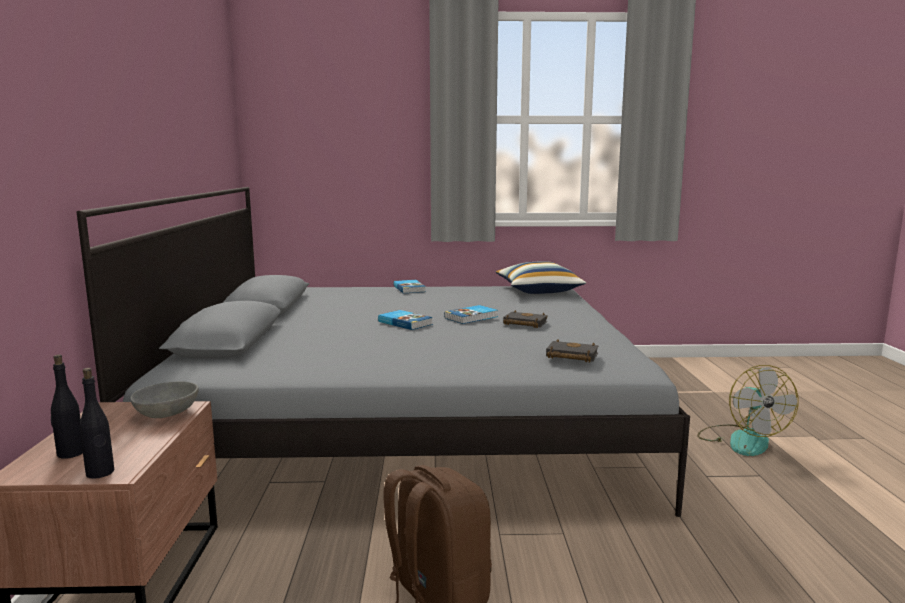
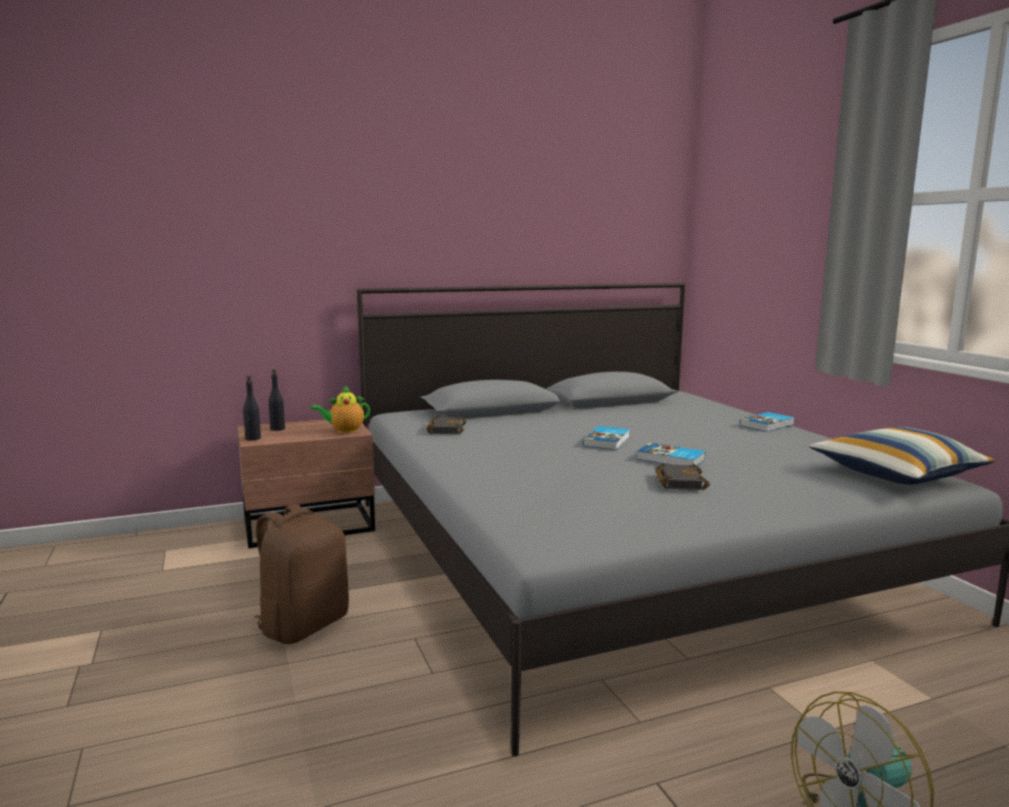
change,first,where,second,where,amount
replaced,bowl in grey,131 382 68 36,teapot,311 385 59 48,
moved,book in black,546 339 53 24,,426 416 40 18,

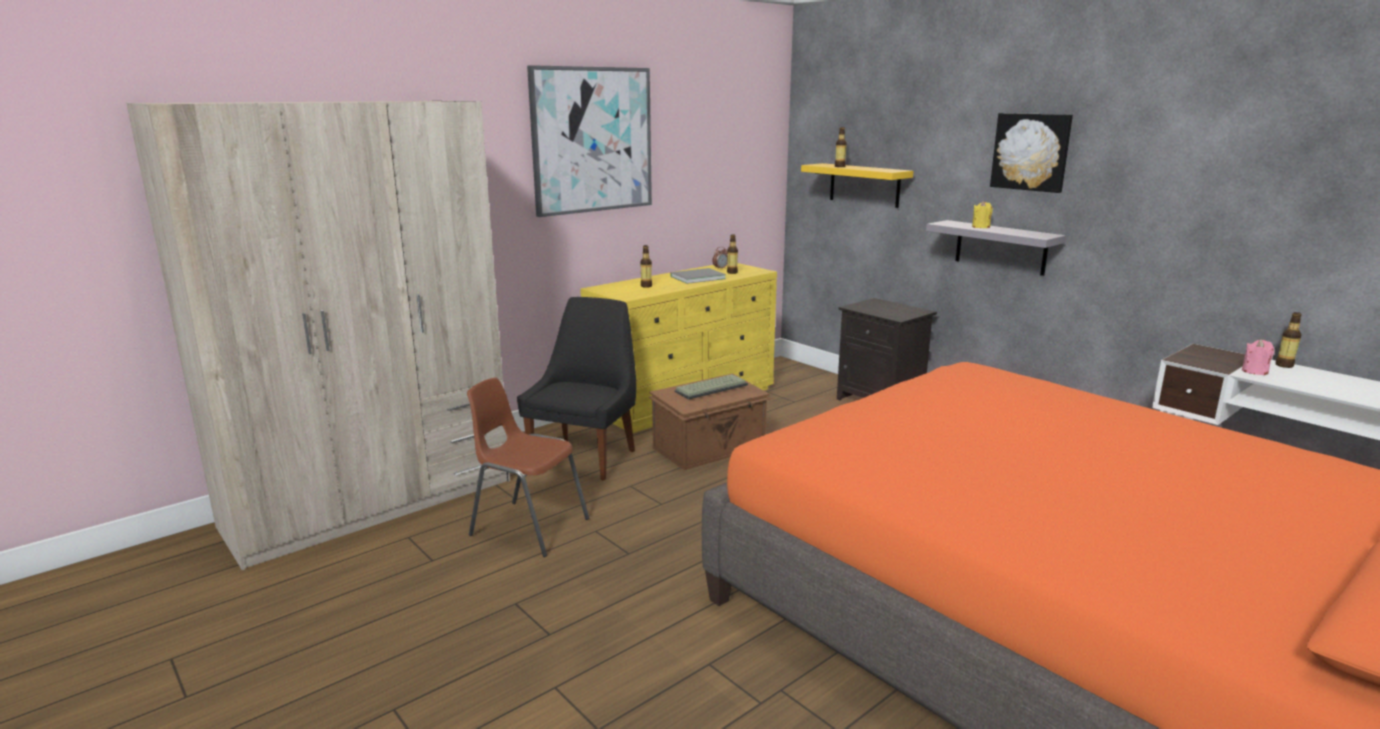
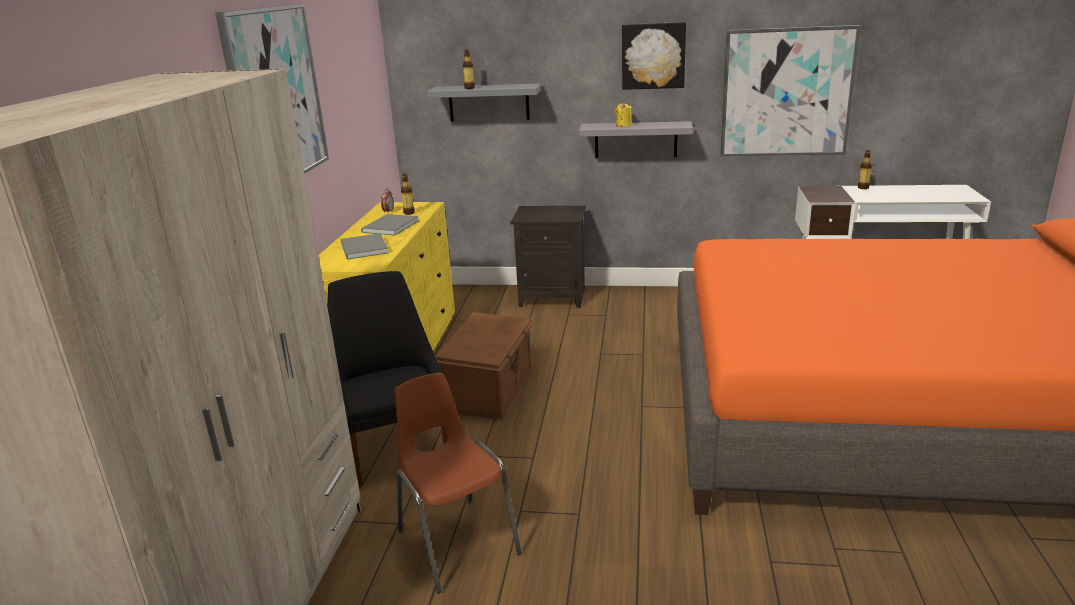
change,first,where,second,where,amount
replaced,bottle,640 245 12 43,book in grey,341 233 48 26,
turned,chair in brown,467 377 122 180,,394 373 128 220,75 degrees clockwise
recoloured,shelf in yellow,801 163 112 45,shelf in grey,427 83 114 38,
added,,,picture,720 25 141 132,
removed,keyboard,675 374 73 25,,,
removed,candle in pink,1242 340 32 35,,,

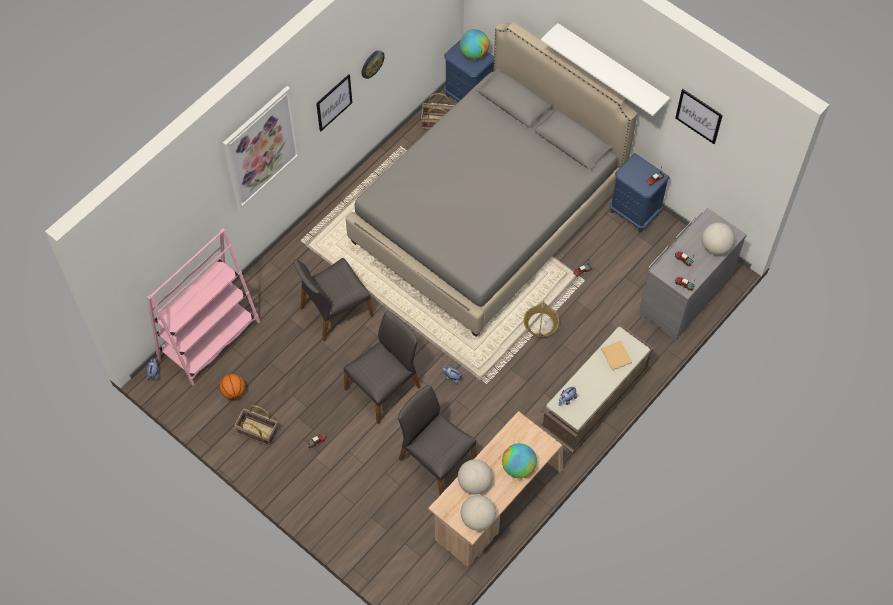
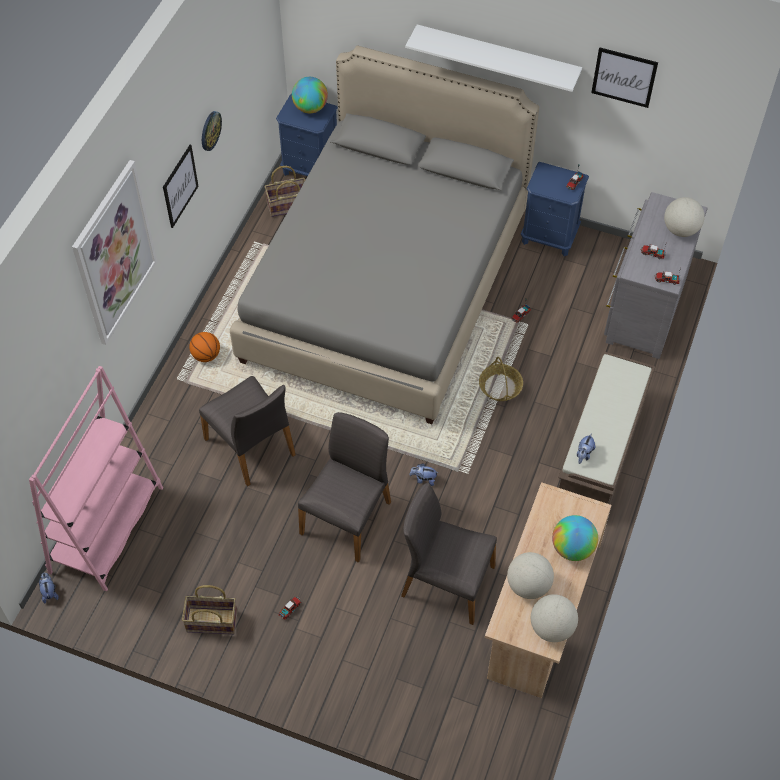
change,first,where,second,where,amount
moved,basketball,220 374 25 25,,189 332 31 30,
turned,chair in grey,294 258 80 83,,199 376 97 110,75 degrees counterclockwise
removed,book in beige,601 340 31 31,,,

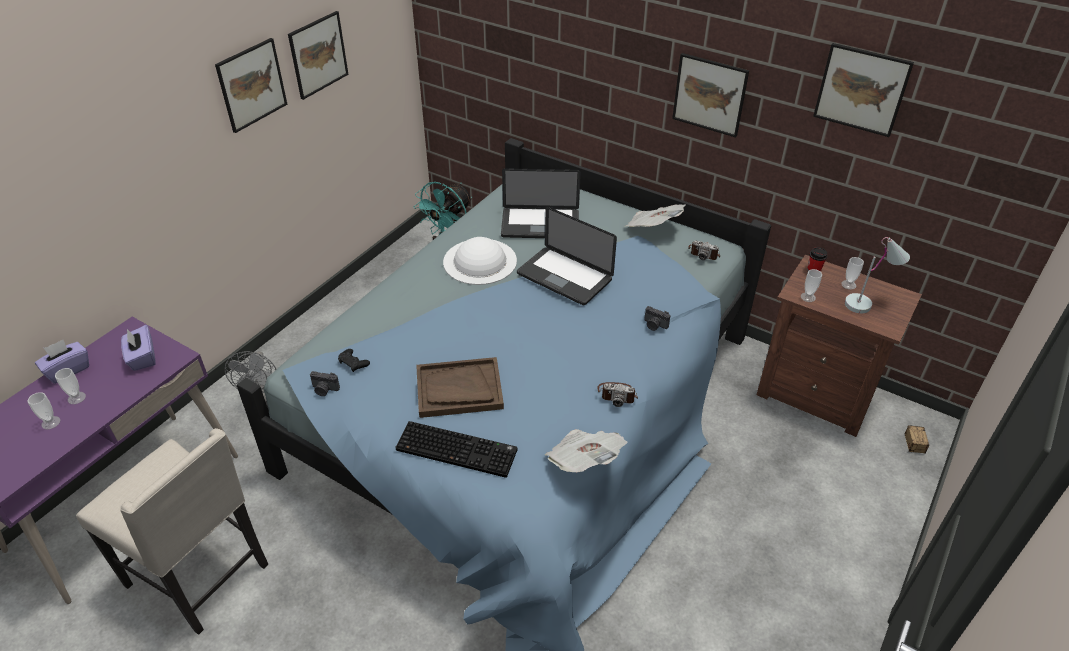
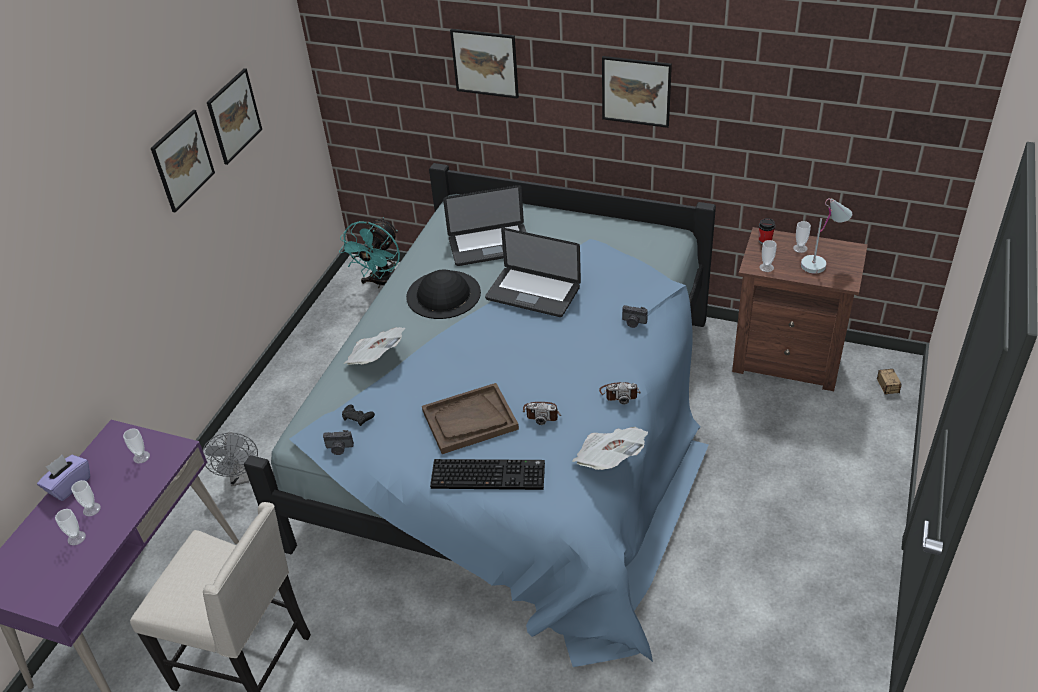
change,first,where,second,where,amount
replaced,tissue box in purple,121 325 35 46,cup,123 428 27 36,
moved,newspaper,625 204 61 23,,344 327 61 38,
recoloured,hat in white,443 237 74 48,hat in black,406 270 75 49,
moved,picture,813 43 101 94,,450 29 69 70,
moved,photo camera,688 241 32 19,,523 402 38 23,

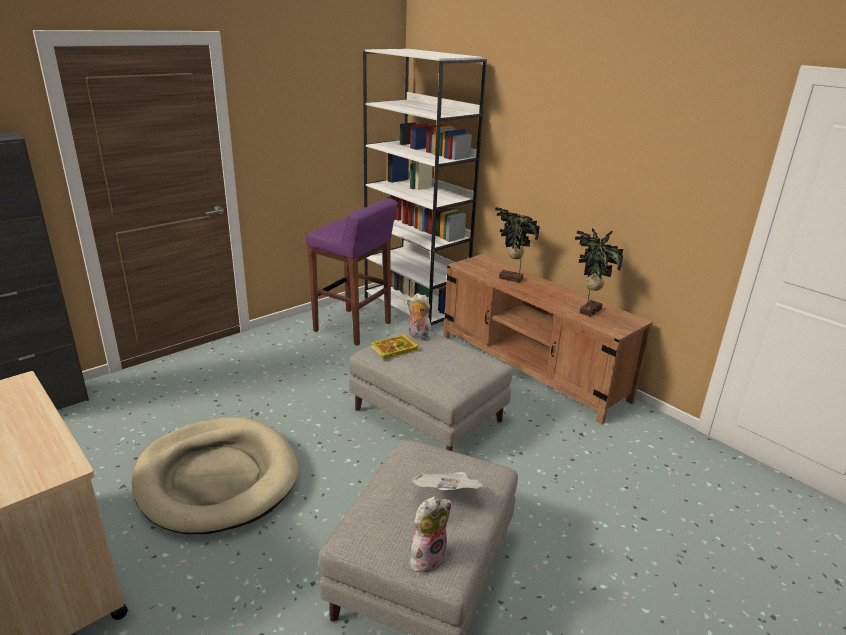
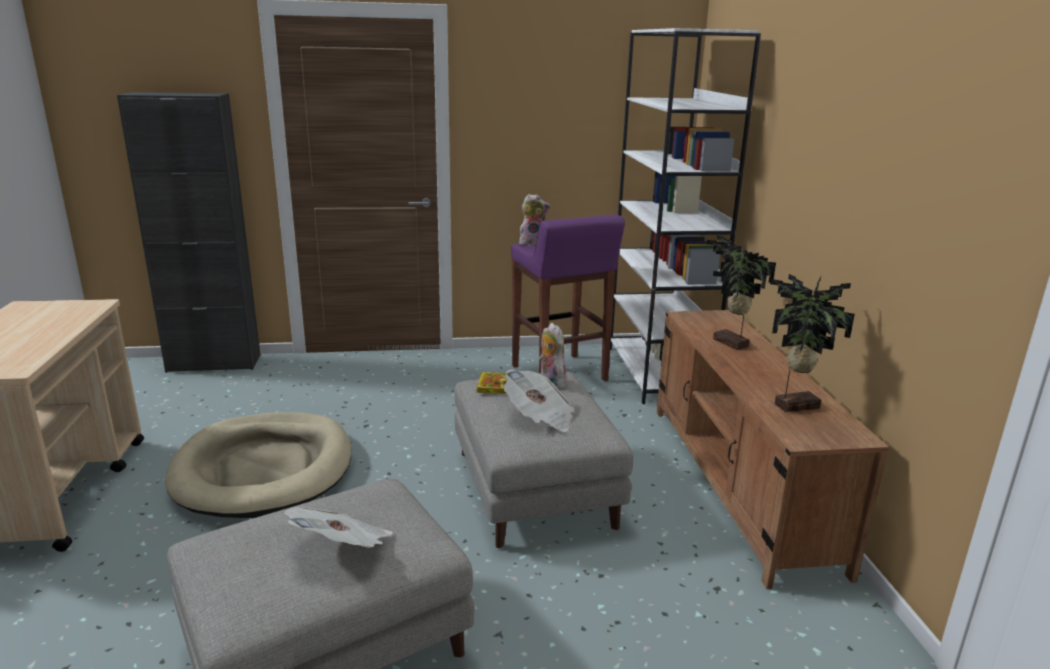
change,first,where,second,where,amount
added,,,newspaper,503 369 71 63,
moved,plush toy,409 496 43 77,,519 194 32 52,

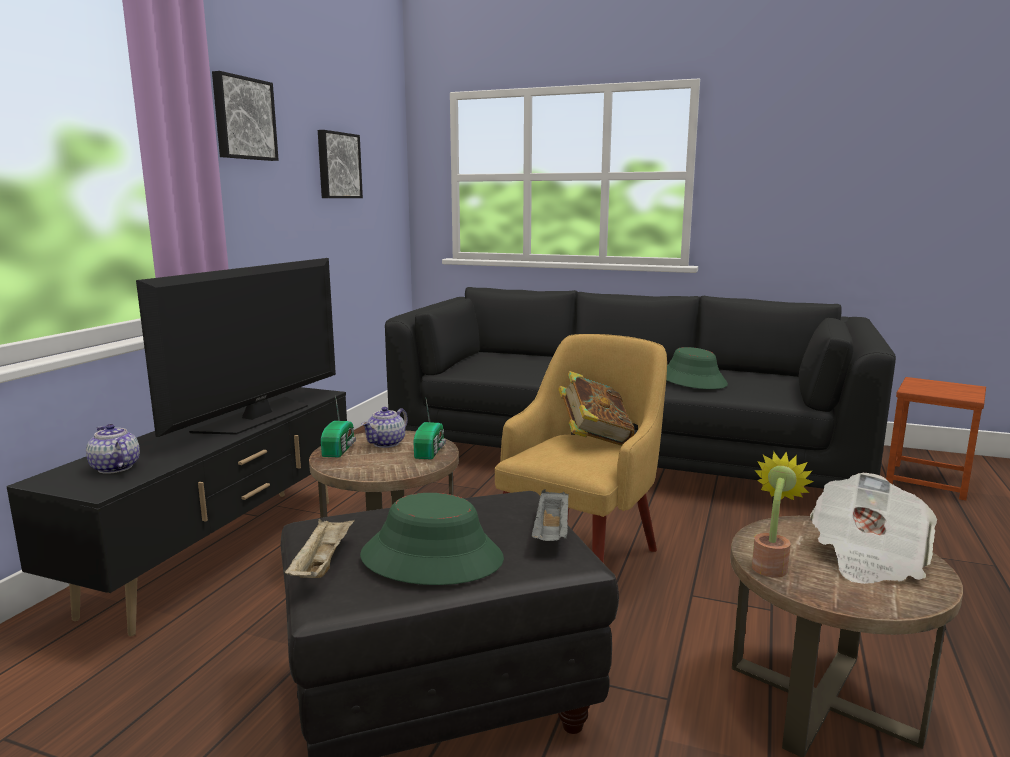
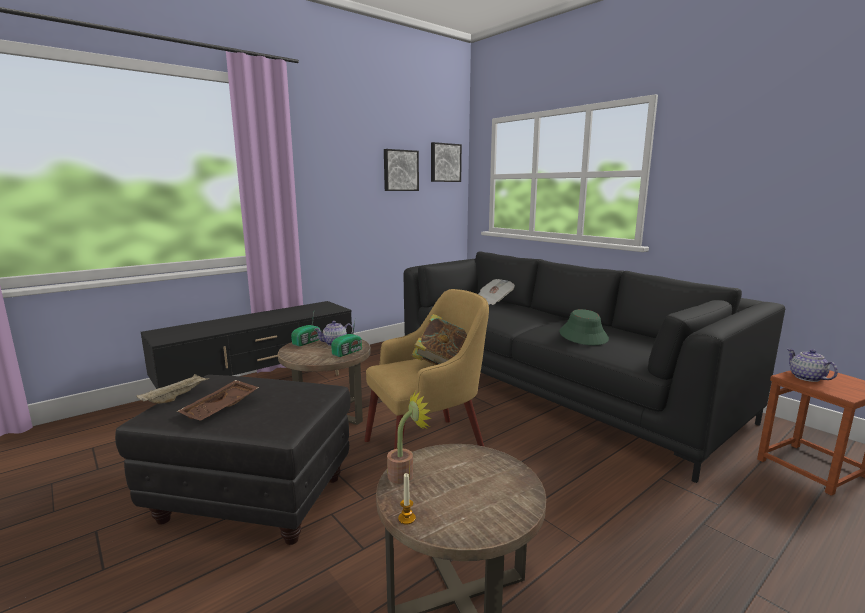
change,first,where,second,where,amount
replaced,hat in green,360 493 144 92,tray in brown,177 380 82 41,
added,,,candle,398 473 18 52,
moved,picture,212 71 67 90,,431 142 31 40,
moved,newspaper,810 473 127 111,,478 279 37 26,
moved,teapot,86 424 54 50,,787 349 51 33,
removed,television,136 258 200 179,,,
removed,tray in grey,532 489 37 52,,,

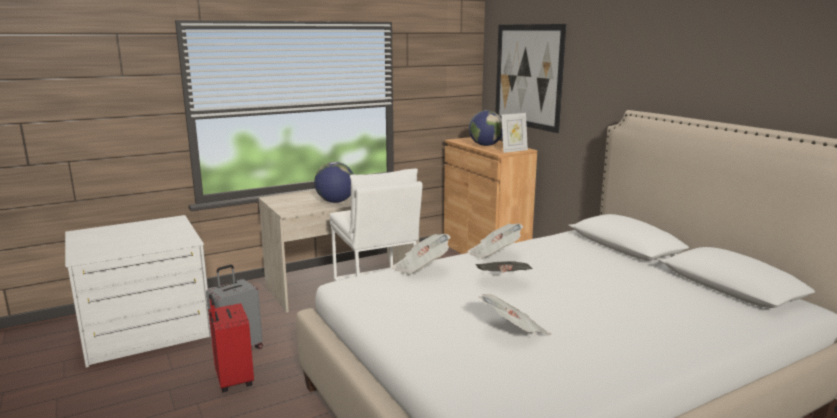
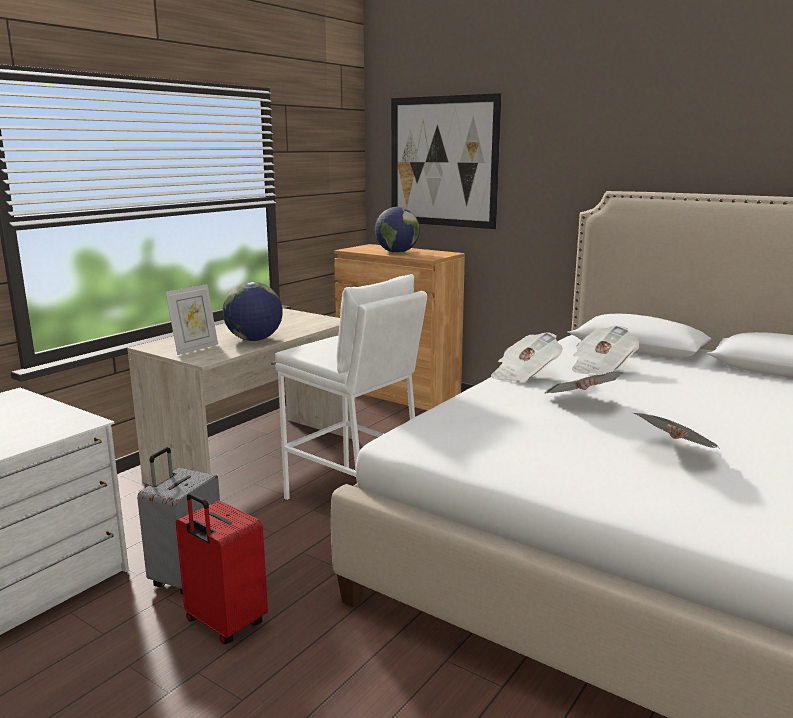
change,first,where,second,where,amount
moved,picture frame,501 113 27 40,,165 284 53 71,
moved,newspaper,392 234 59 41,,572 326 68 48,

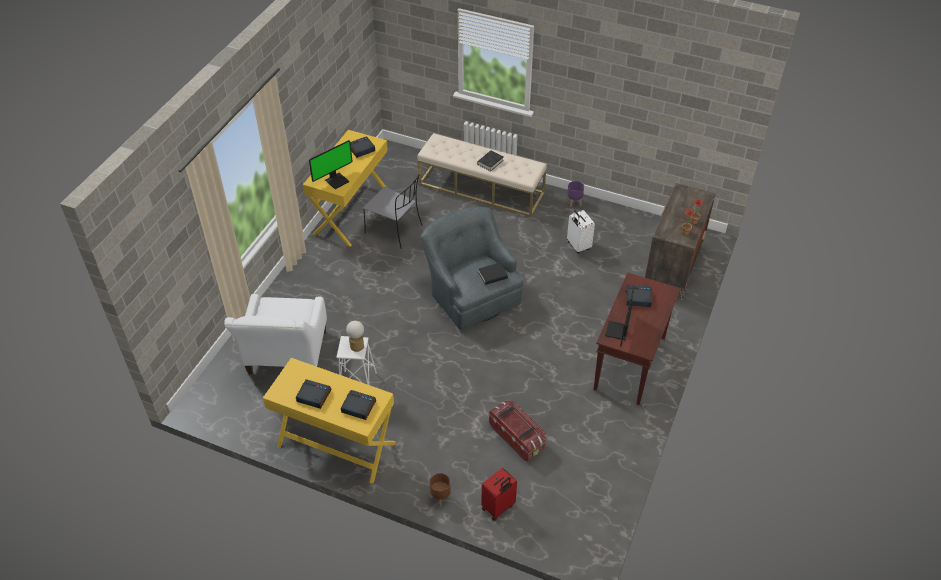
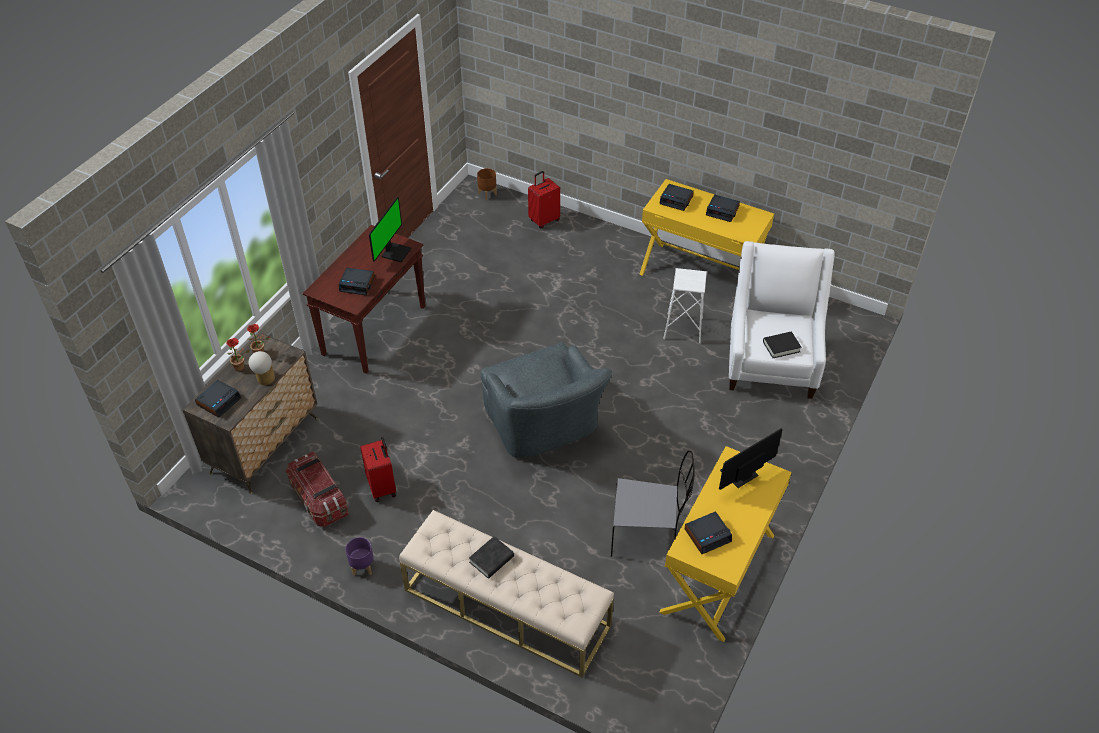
change,first,where,second,where,amount
added,,,alarm clock,195 380 46 38,
moved,table lamp,346 321 18 31,,248 351 27 34,
moved,storage box,489 400 57 61,,286 452 63 75,
recoloured,suitcase in white,567 210 28 43,suitcase in red,360 437 36 65,
moved,planter in brown,430 473 21 33,,477 168 20 32,
turned,chair in grey,363 174 59 75,,611 451 84 106,150 degrees clockwise
moved,book in black,478 263 30 22,,763 332 39 26,

